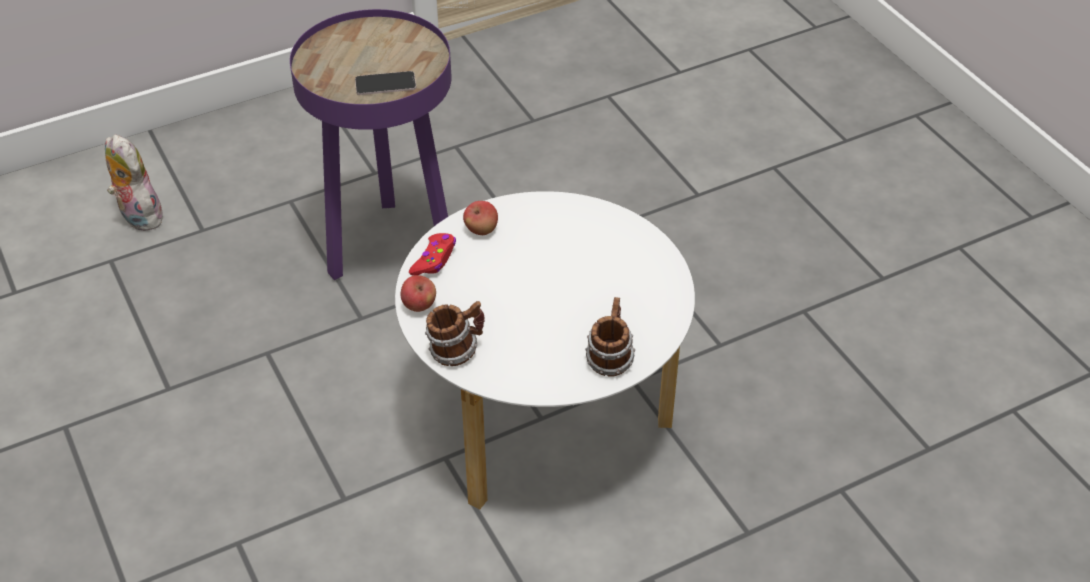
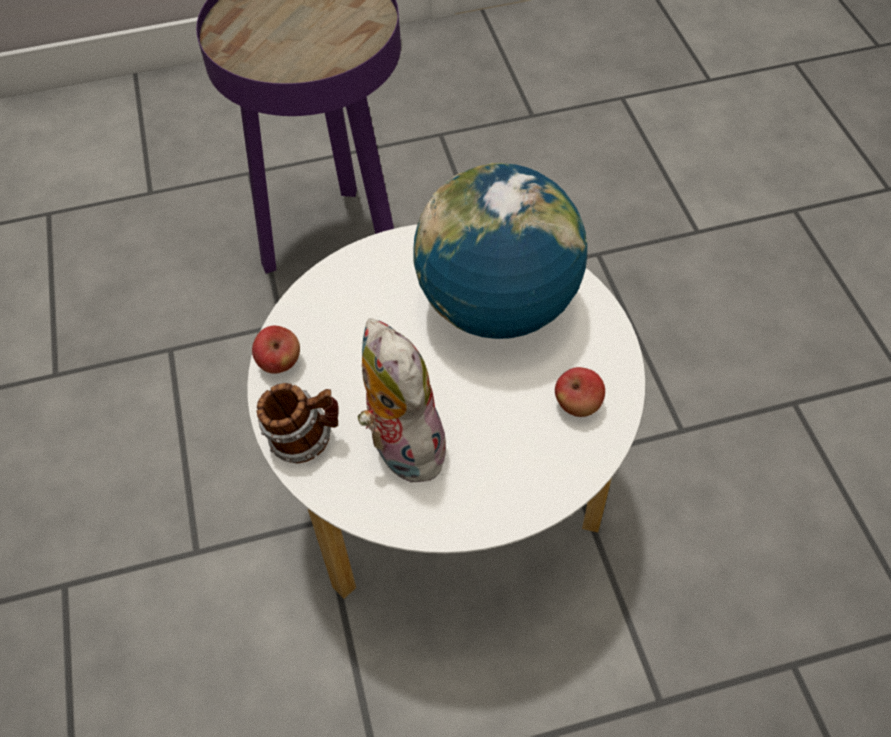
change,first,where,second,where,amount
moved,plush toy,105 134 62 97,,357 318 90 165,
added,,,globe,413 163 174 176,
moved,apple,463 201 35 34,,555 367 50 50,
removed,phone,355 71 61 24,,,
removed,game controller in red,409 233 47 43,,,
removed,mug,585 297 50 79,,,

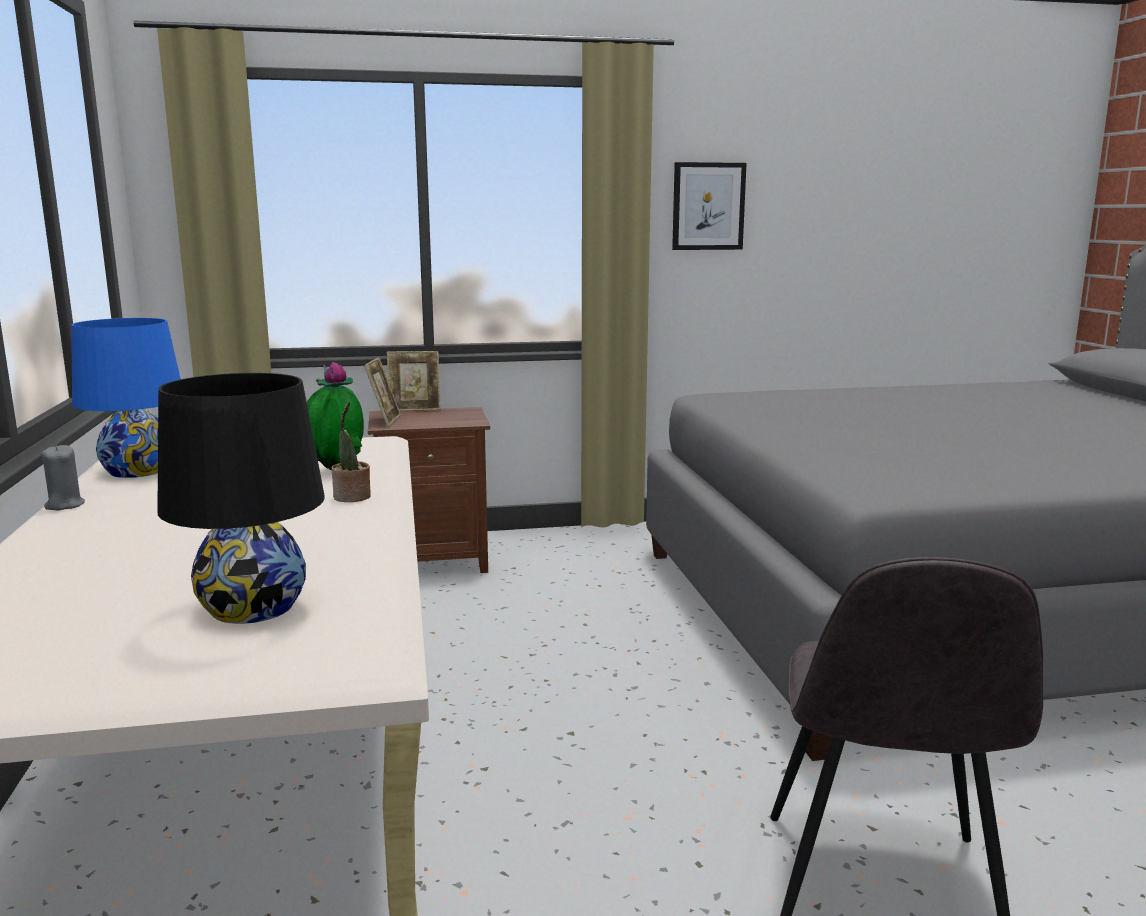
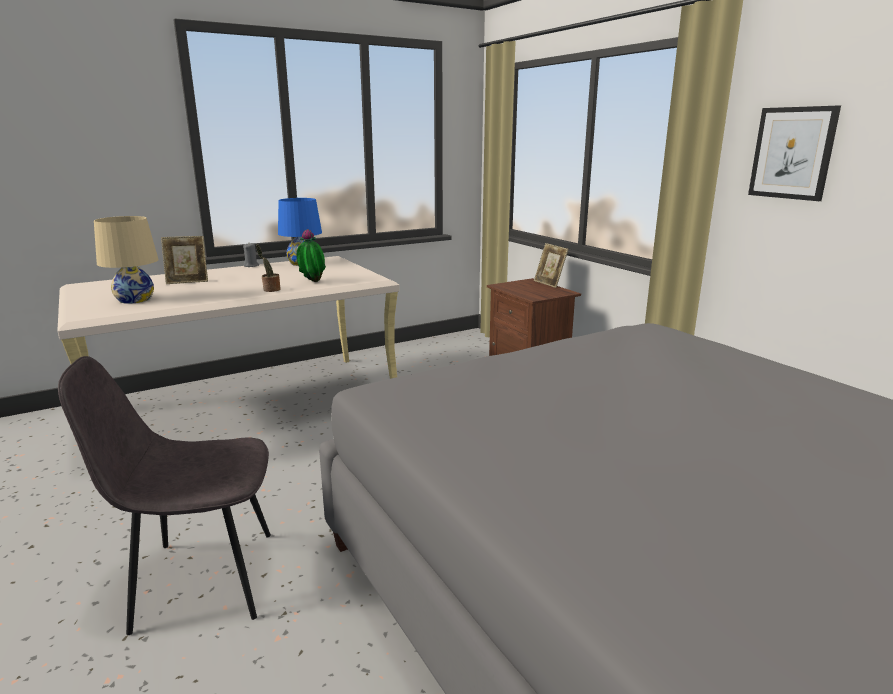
change,first,where,second,where,amount
recoloured,table lamp in black,157 373 168 251,table lamp in beige,94 216 65 88,
moved,picture frame,364 357 37 70,,161 236 47 48,

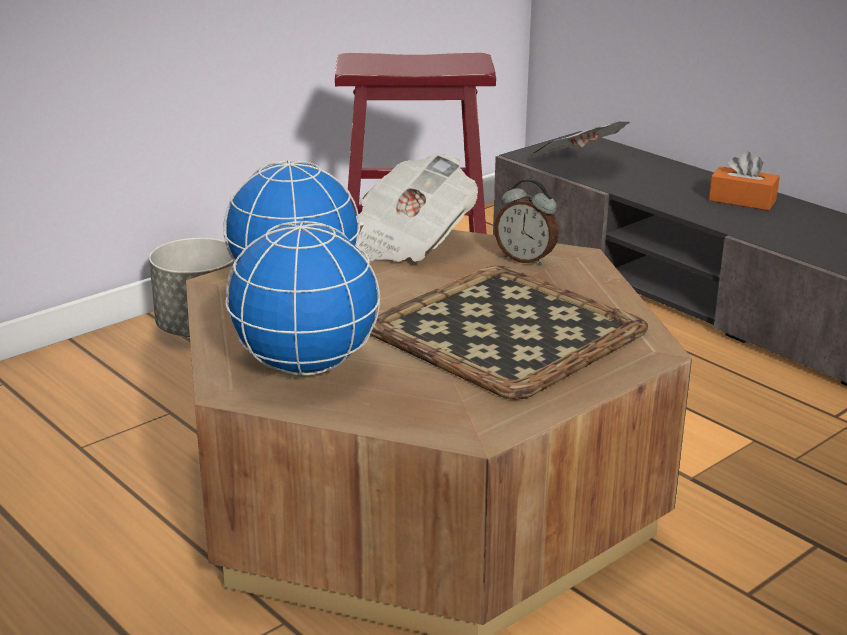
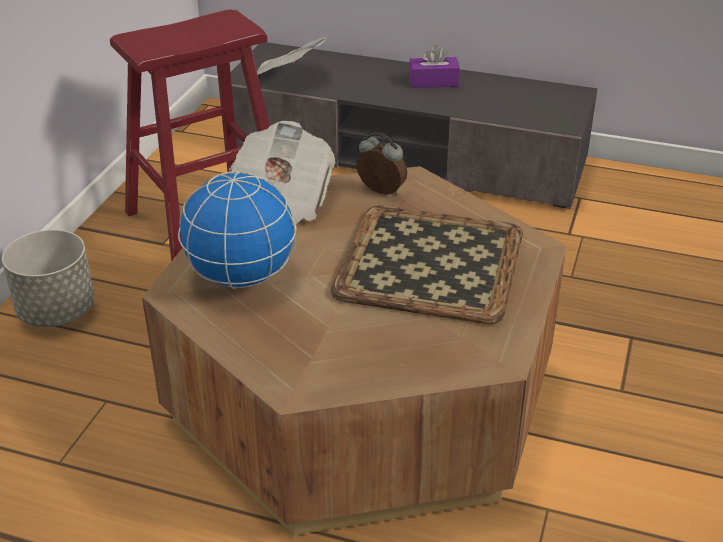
change,first,where,second,where,amount
turned,alarm clock,494 179 65 86,,356 132 51 63,150 degrees counterclockwise
recoloured,tissue box in orange,709 151 71 60,tissue box in purple,409 45 51 43,
removed,globe,225 221 155 154,,,

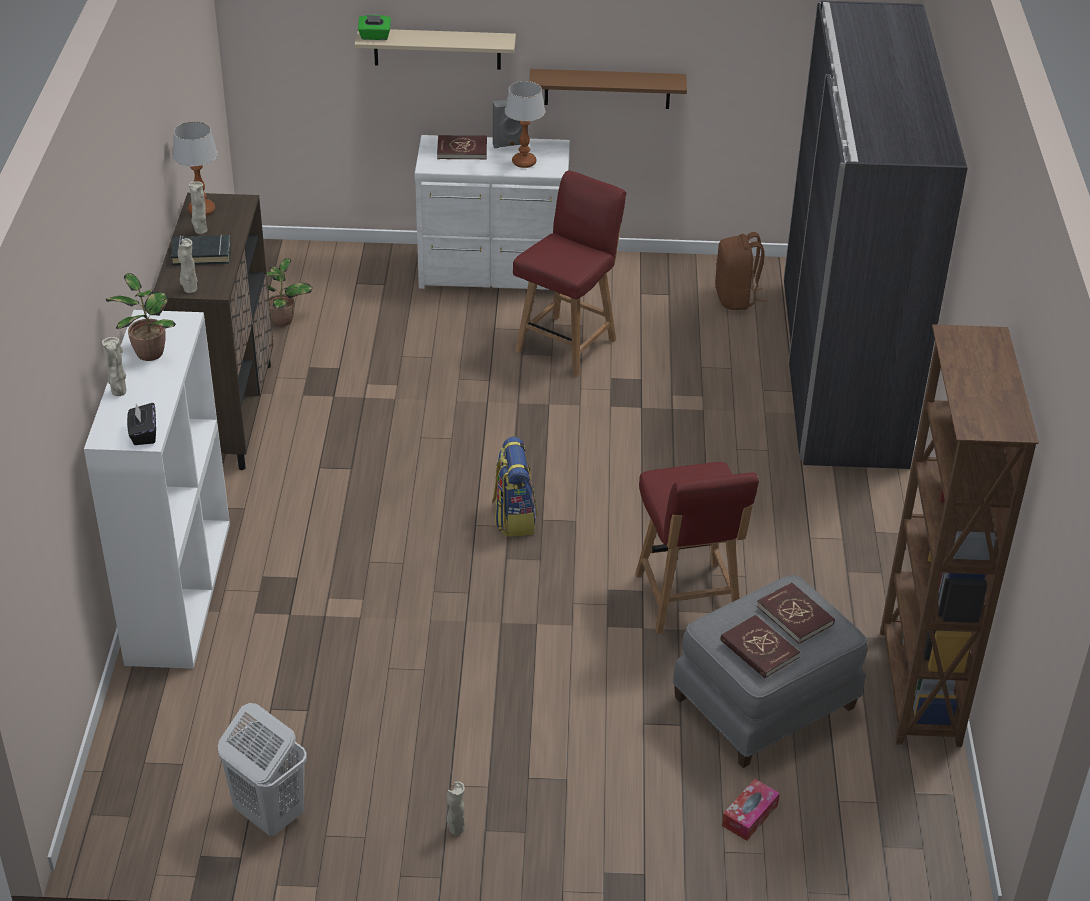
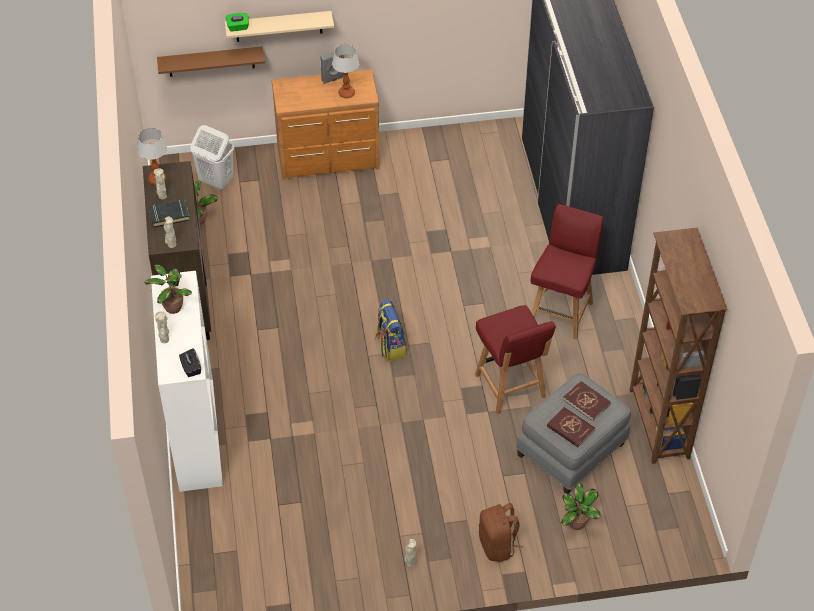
change,first,where,second,where,amount
moved,shelf in brown,529 69 158 40,,157 46 108 31,
moved,laundry basket in white,218 703 89 133,,190 125 44 65,
recoloured,dresser in white,414 135 156 155,dresser in brown,271 69 109 111,
moved,backpack in brown,715 232 52 78,,479 503 44 59,
moved,chair in red,513 170 113 207,,531 204 73 136,
replaced,tissue box,722 779 58 62,potted plant,561 483 39 47,
removed,book in red,437 135 50 24,,,

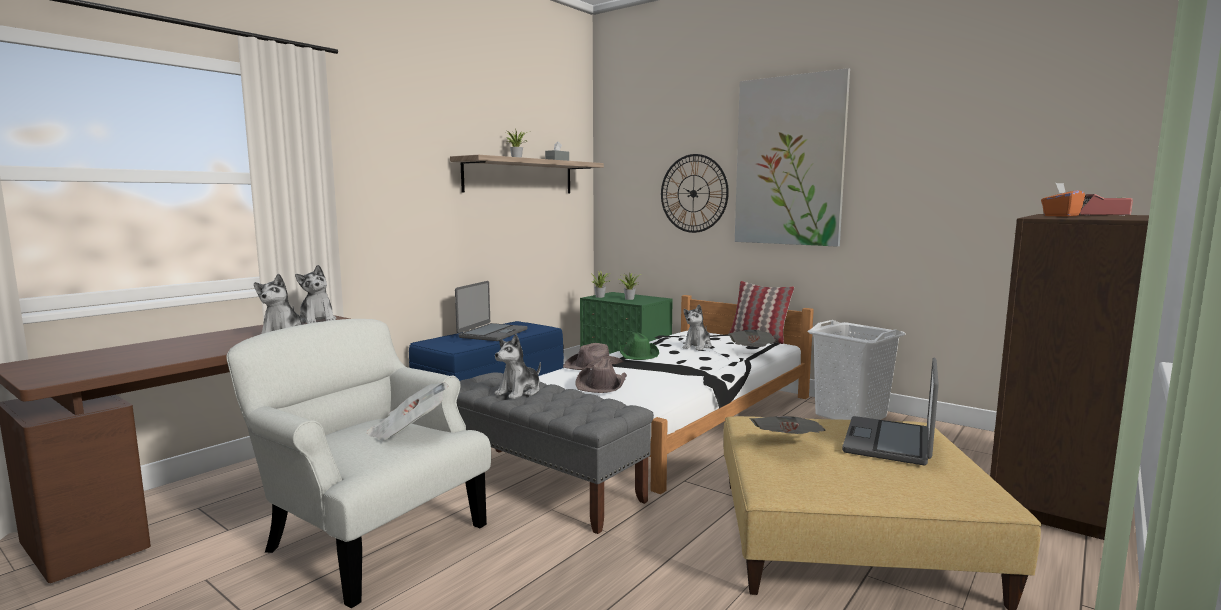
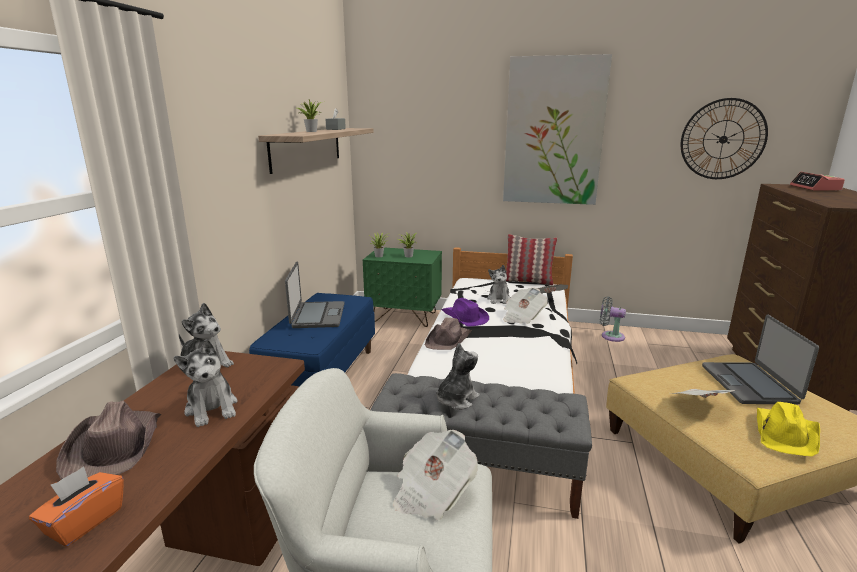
change,first,where,second,where,amount
moved,tissue box in orange,1041 183 44 34,,29 466 95 80,
moved,hat in brown,576 358 51 35,,56 401 105 79,
turned,plush toy,495 334 46 65,,436 343 44 67,150 degrees counterclockwise
recoloured,hat in green,618 332 41 28,hat in purple,442 298 47 29,
added,,,newspaper,503 288 44 36,
replaced,laundry basket in white,808 320 98 100,fan in grey,600 297 26 45,
moved,wall clock,661 154 68 79,,681 98 87 81,
added,,,hat in yellow,757 402 63 54,

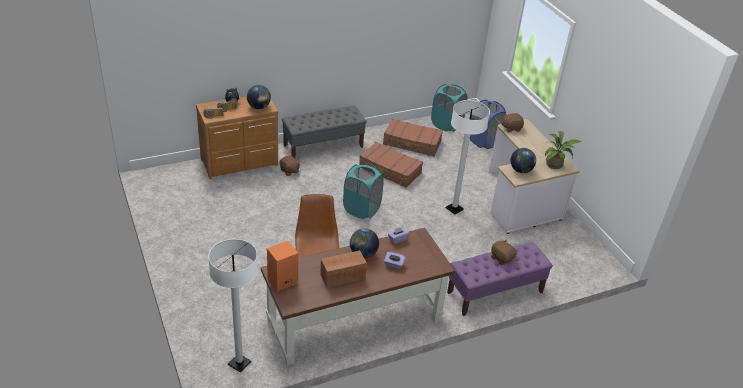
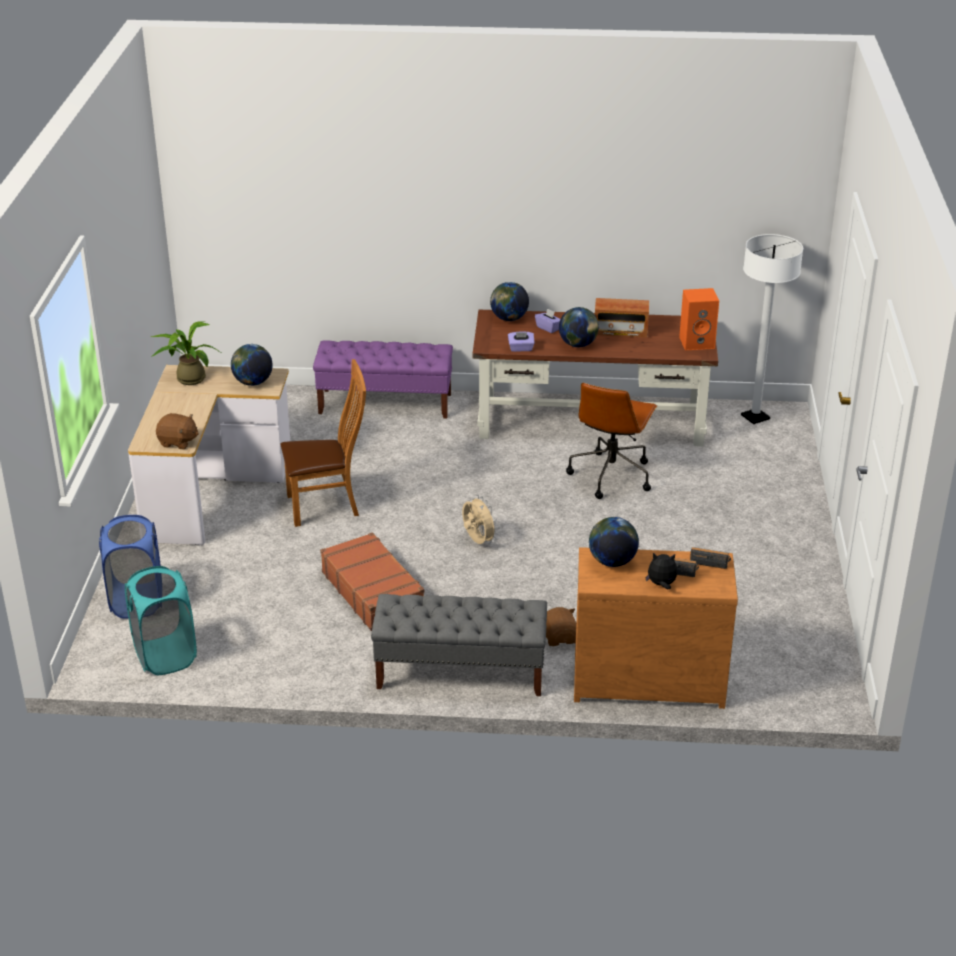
change,first,where,second,where,amount
replaced,floor lamp in white,446 100 44 115,chair in brown,281 359 85 168,
replaced,laundry basket in turquoise,343 164 41 55,fan in beige,462 495 36 49,
added,,,globe,490 282 39 39,
removed,suitcase in brown,383 118 60 38,,,
removed,plush toy in brown,491 240 26 25,,,

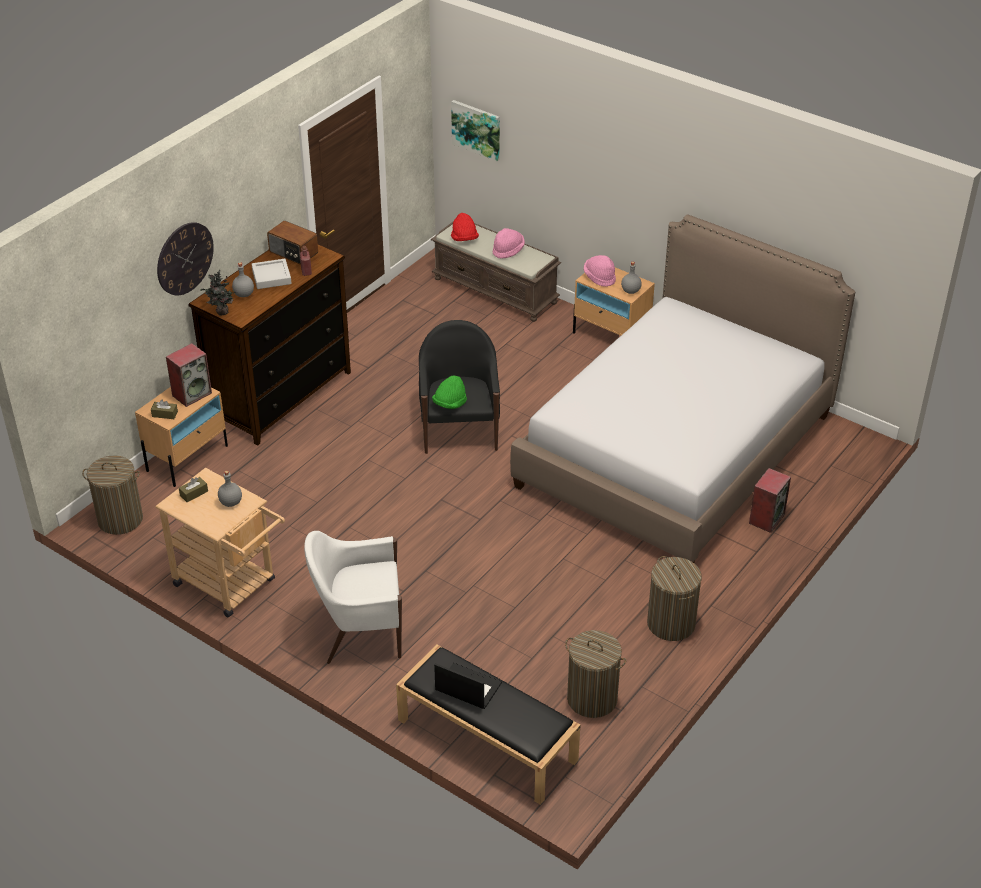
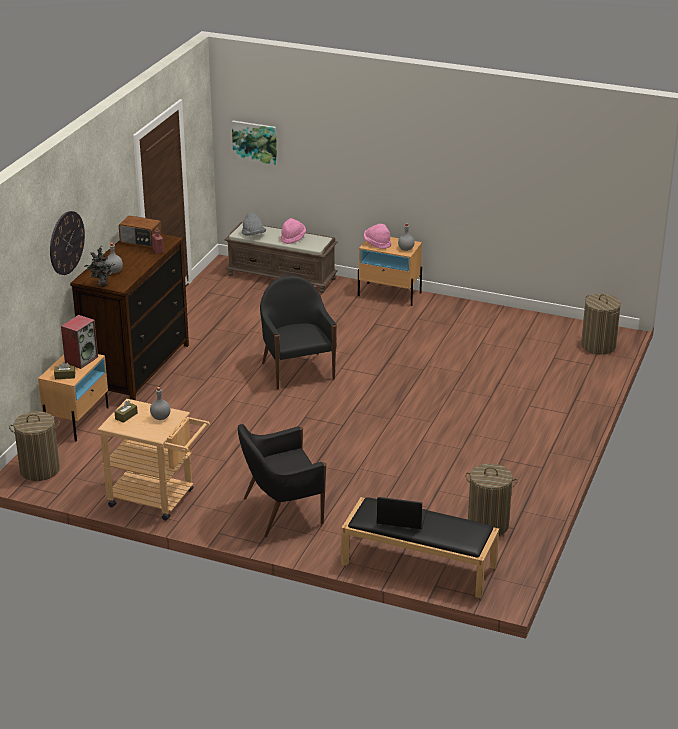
change,first,where,second,where,amount
recoloured,armchair in white,304 531 98 133,armchair in black,238 424 88 113,
recoloured,hat in red,451 213 28 28,hat in grey,242 213 24 23,
moved,laundry basket,647 556 55 85,,581 294 40 61,
removed,tray in grey,251 259 41 30,,,
removed,hat in green,432 376 35 33,,,
removed,bed,510 215 345 348,,,
removed,speaker,749 468 42 65,,,

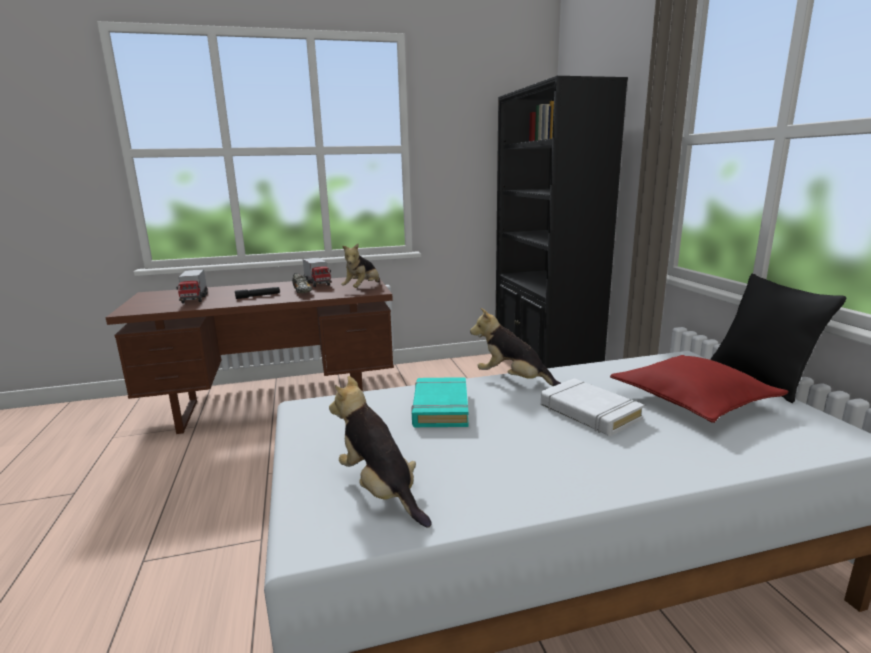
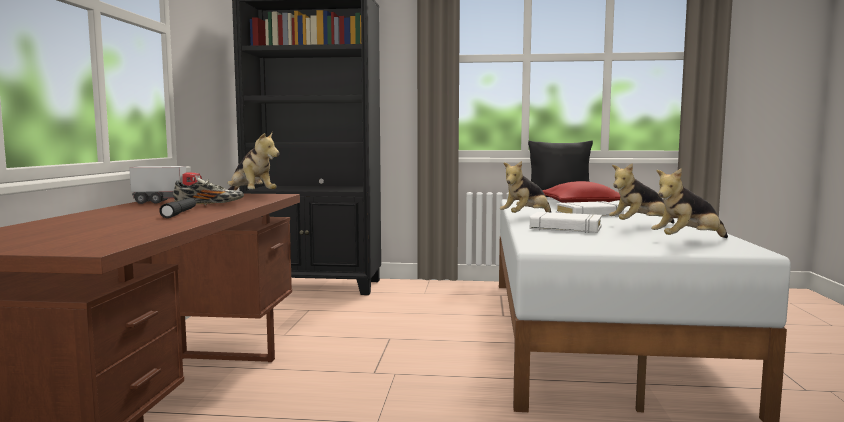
change,first,where,second,where,amount
recoloured,book in turquoise,411 377 58 50,book in white,530 212 72 21,
added,,,plush toy,609 163 65 60,
removed,toy truck,176 269 31 34,,,

